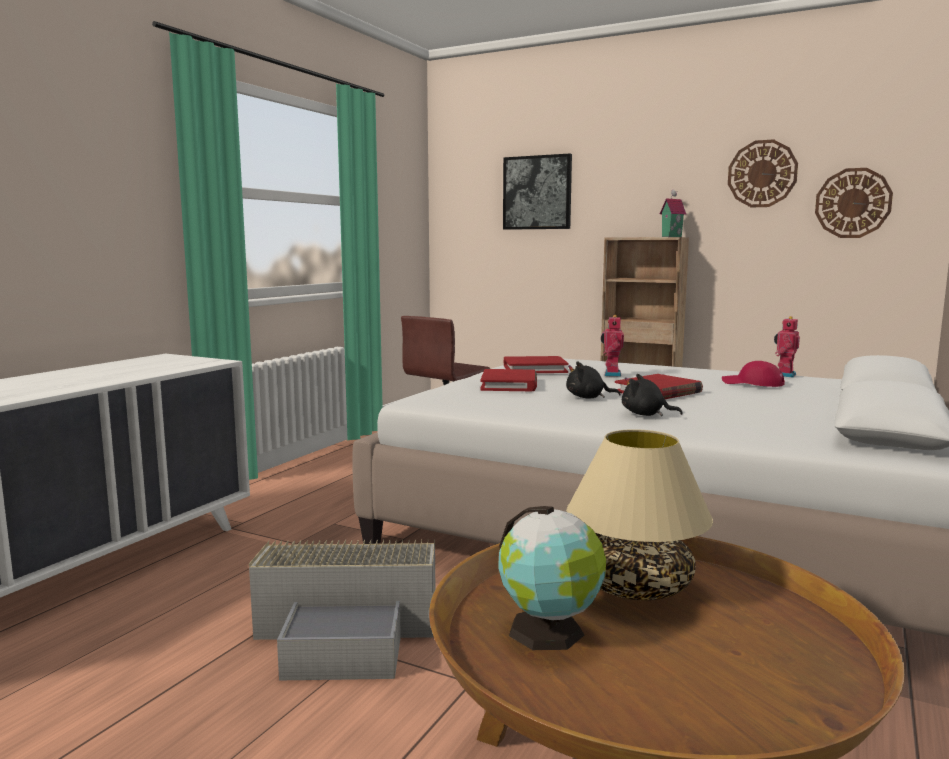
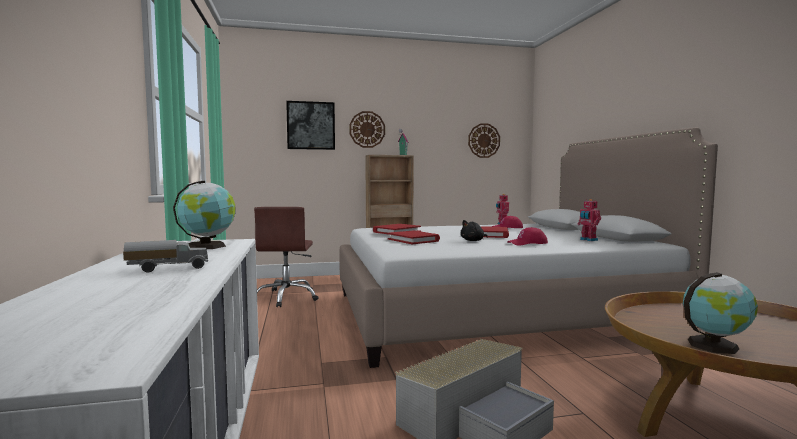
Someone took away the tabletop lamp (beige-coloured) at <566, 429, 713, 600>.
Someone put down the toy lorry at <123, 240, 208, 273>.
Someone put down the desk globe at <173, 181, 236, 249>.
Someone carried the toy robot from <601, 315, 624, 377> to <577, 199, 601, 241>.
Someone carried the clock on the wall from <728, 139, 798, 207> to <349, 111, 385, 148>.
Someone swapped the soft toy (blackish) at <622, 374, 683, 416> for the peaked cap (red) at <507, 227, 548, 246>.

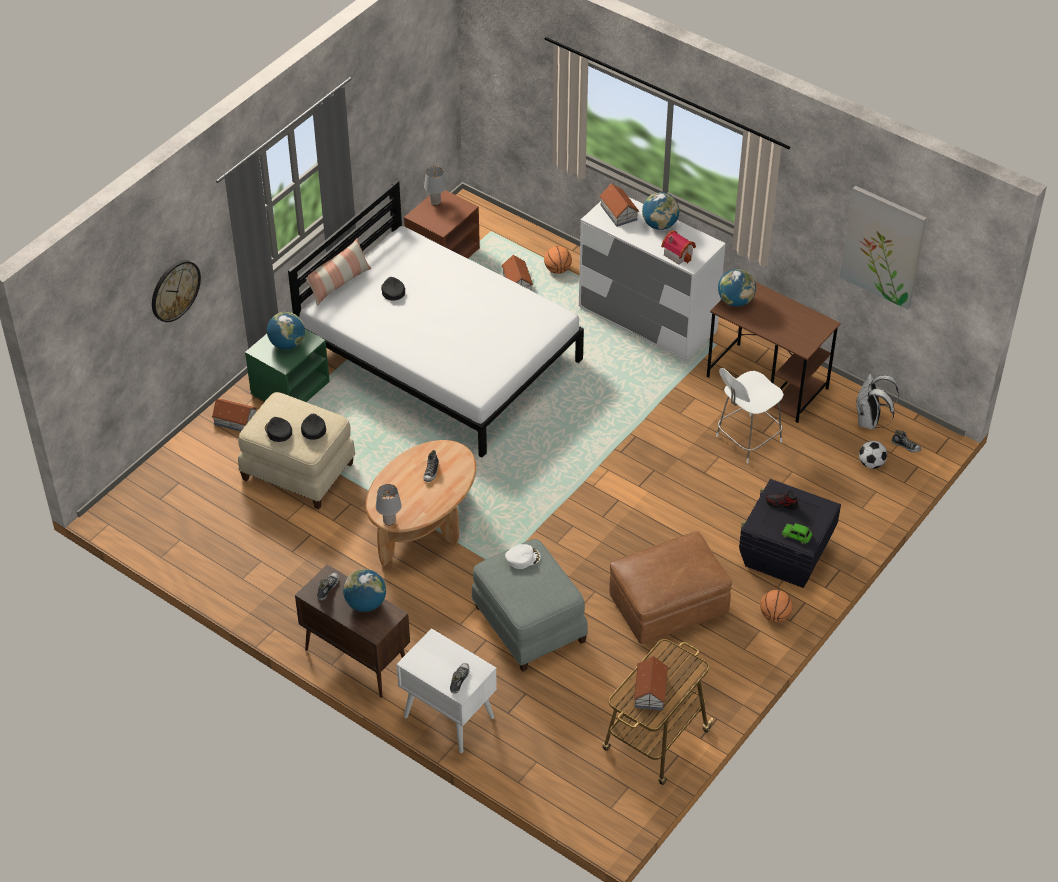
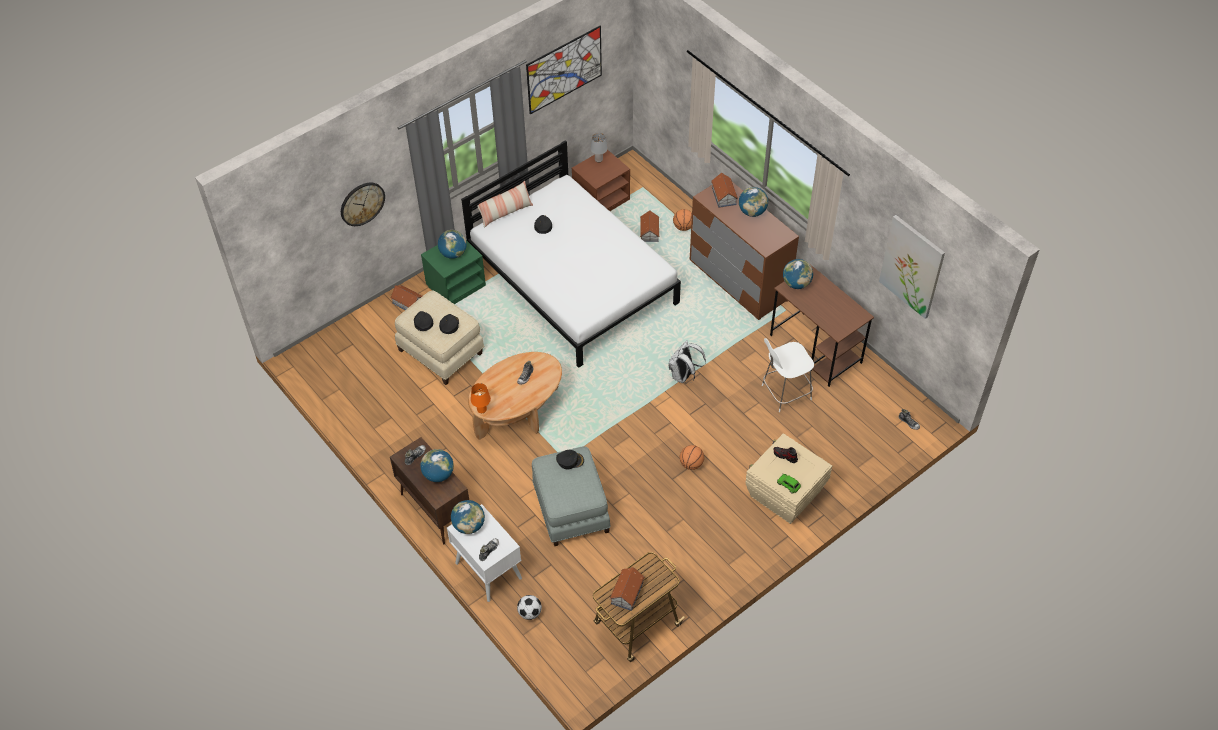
Someone took away the ottoman (brown-coloured) at <609, 531, 732, 644>.
Someone took away the toy house at <661, 230, 696, 264>.
Someone put down the desk globe at <451, 500, 485, 534>.
Someone put up the wall art at <526, 26, 602, 115>.
Someone carried the ball for basketball from <760, 590, 793, 622> to <680, 445, 704, 470>.
Someone carried the knapsack (whitish) from <856, 374, 899, 430> to <668, 340, 706, 383>.
Someone carried the football ball from <859, 441, 887, 469> to <517, 595, 542, 620>.
Someone repainted the tabletop lamp (grey) at <376, 484, 402, 525>, which became the tabletop lamp (orange-coloured) at <471, 383, 491, 413>.
Someone repainted the peaked cap (whitish) at <505, 544, 541, 569>, which became the peaked cap (blackish) at <556, 450, 584, 470>.
Someone repainted the chest of drawers (whitish) at <579, 197, 726, 362>, which became the chest of drawers (brown-coloured) at <690, 182, 799, 320>.
Someone repainted the storage box (blackish) at <739, 479, 841, 588>, which became the storage box (beige-coloured) at <745, 433, 832, 524>.

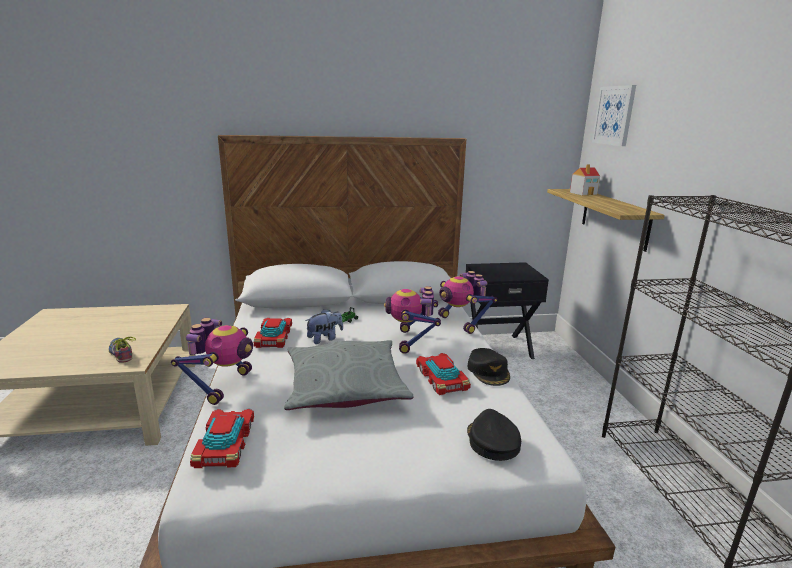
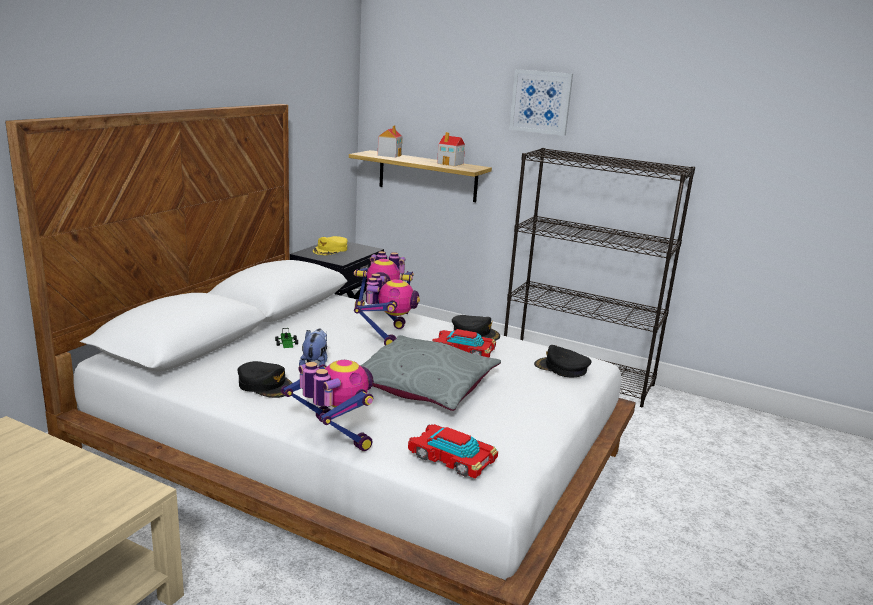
Someone took away the item of footwear at <109, 337, 136, 363>.
Someone put down the peaked cap (yellow-coloured) at <313, 236, 347, 255>.
Someone put down the toy house at <437, 132, 465, 166>.
Someone carried the wall art from <592, 85, 636, 146> to <509, 69, 573, 136>.
Someone swapped the toy car at <254, 318, 292, 348> for the peaked cap (blackish) at <238, 361, 292, 398>.
Someone rotated the toy robot at <384, 286, 441, 354> by 120 degrees counterclockwise.

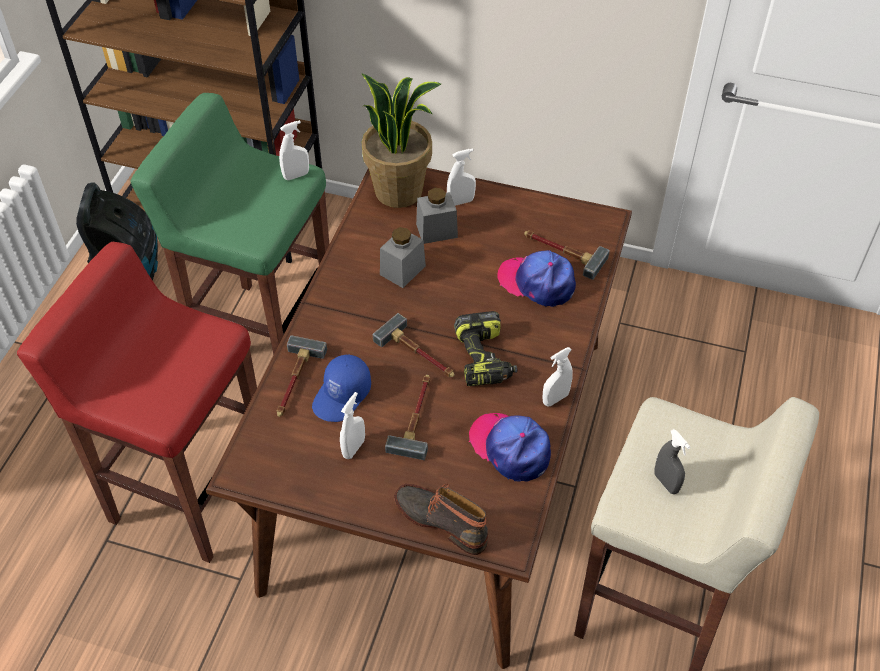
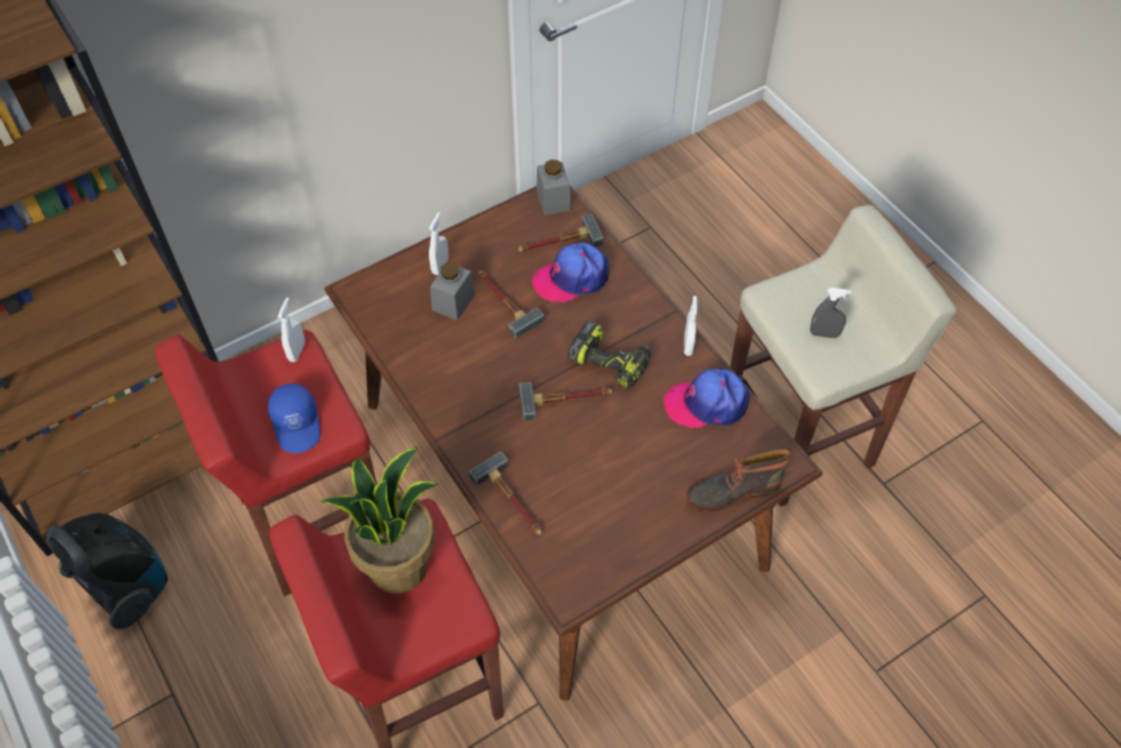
Someone took away the hand sprayer (whitish) at <340, 392, 365, 459>.
Someone carried the peaked cap (blue-coloured) from <312, 354, 371, 422> to <268, 383, 320, 453>.
Someone carried the potted plant from <362, 73, 441, 208> to <320, 447, 439, 594>.
Someone carried the jar (grey) from <380, 227, 426, 288> to <536, 159, 571, 215>.
Someone carried the hammer from <385, 375, 430, 460> to <479, 271, 544, 339>.
Someone repainted the sitting stool (green-coloured) at <131, 93, 329, 355>, which became the sitting stool (red) at <155, 330, 377, 596>.

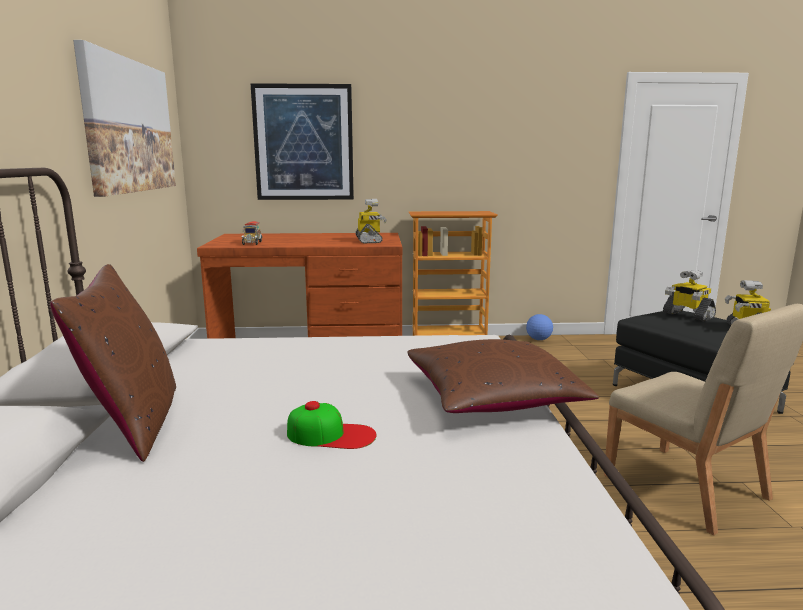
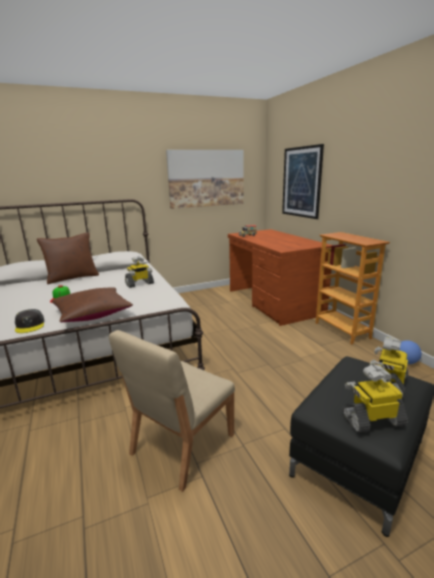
Someone put down the peaked cap (grey) at <15, 309, 44, 333>.
Someone carried the toy robot from <356, 199, 387, 243> to <125, 256, 154, 288>.

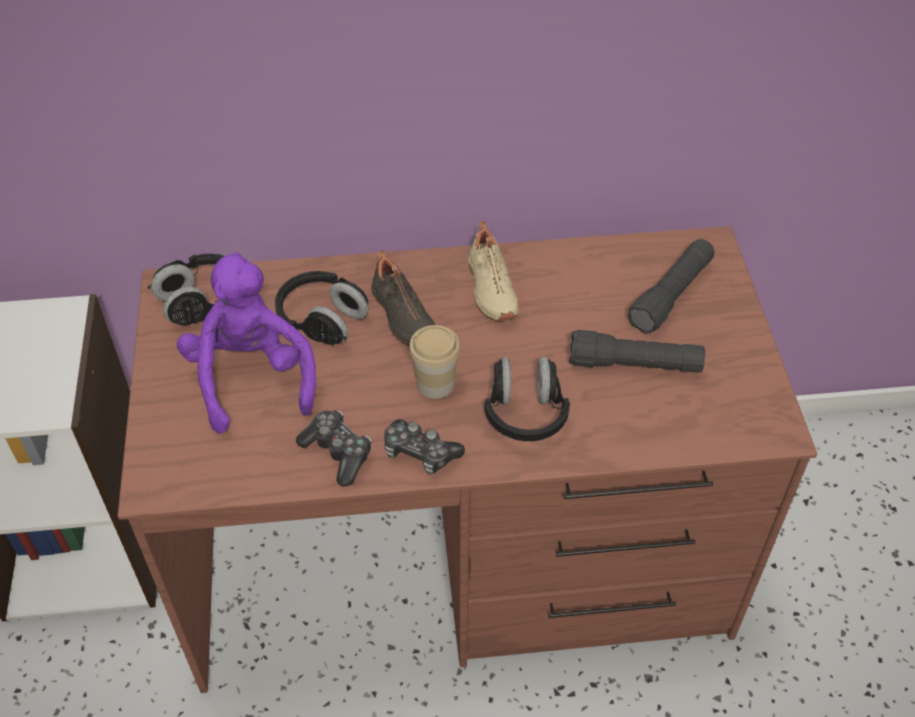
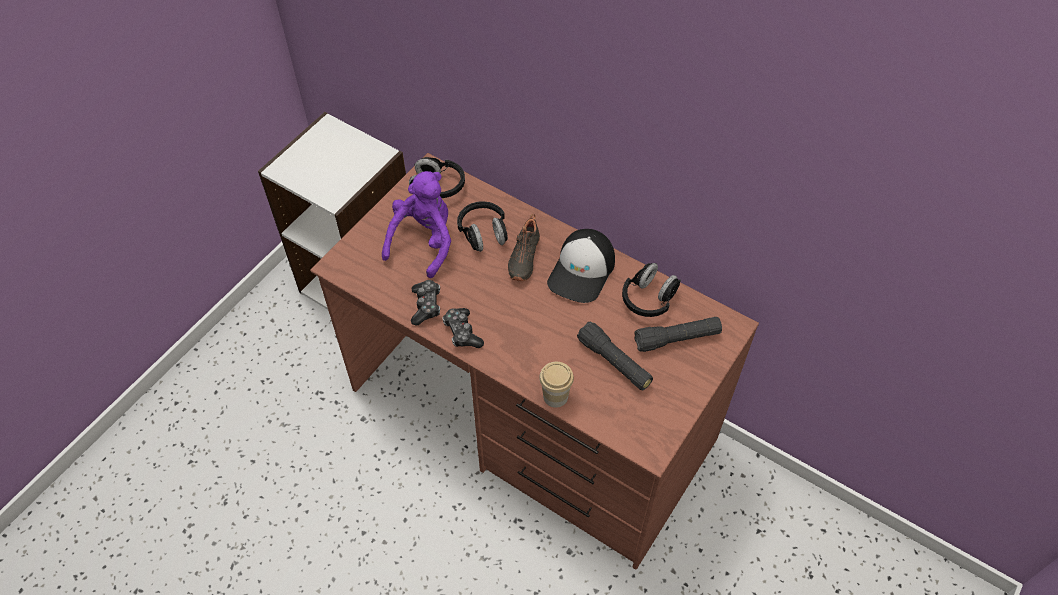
Someone carried the cup from <409, 325, 461, 399> to <539, 362, 574, 408>.
Someone carried the pair of headphones (blackish) from <484, 357, 570, 441> to <622, 263, 681, 317>.
Someone swapped the item of footwear (beige-coloured) at <468, 221, 518, 321> for the peaked cap at <547, 229, 615, 303>.

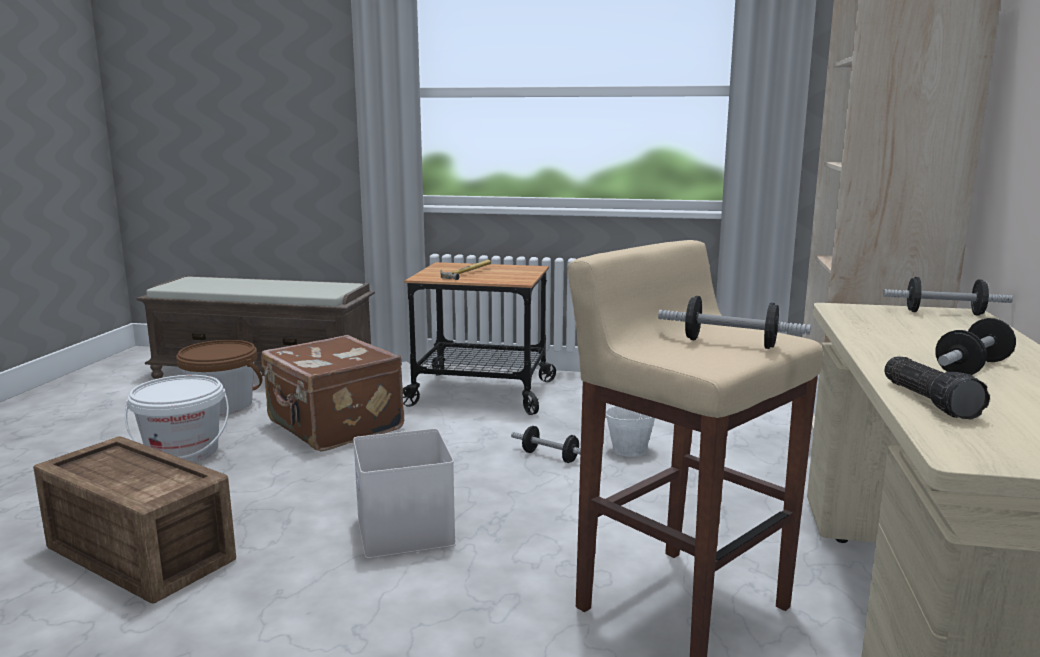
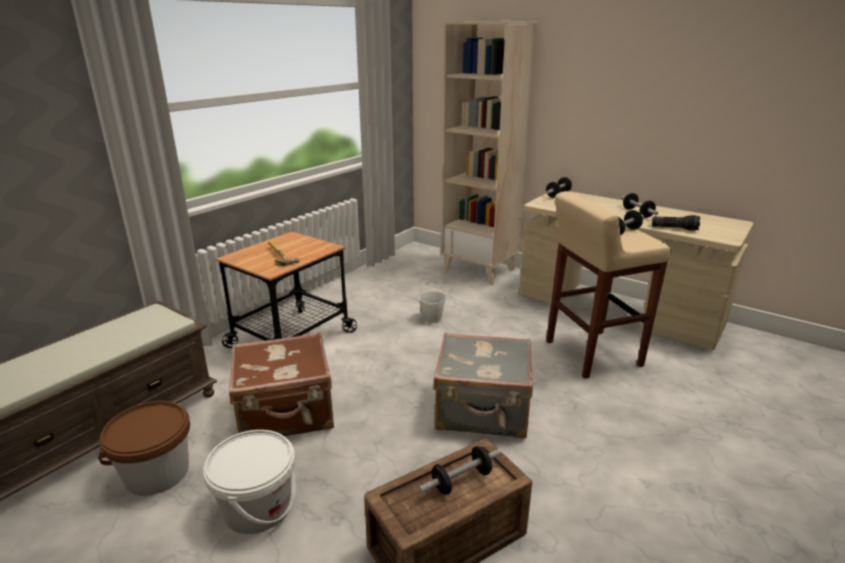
Someone carried the free weight from <511, 426, 581, 463> to <419, 446, 502, 495>.
Someone swapped the storage box (whitish) at <353, 428, 456, 559> for the suitcase (grey) at <433, 333, 533, 439>.

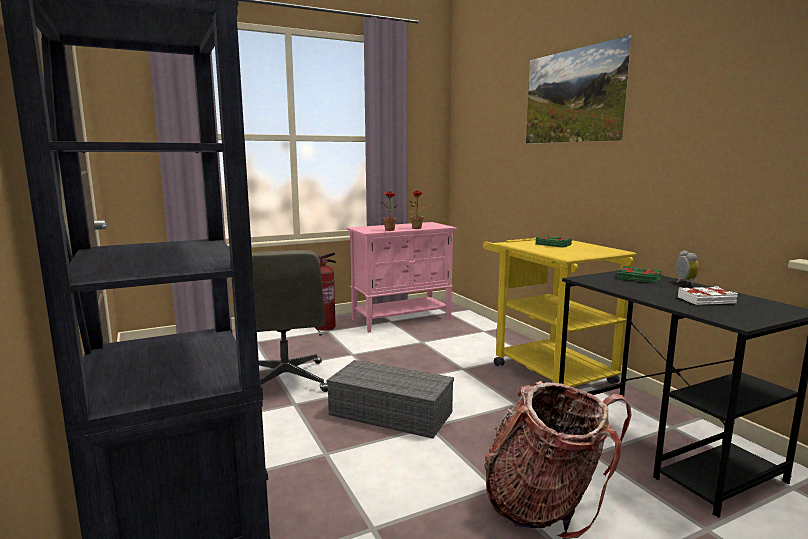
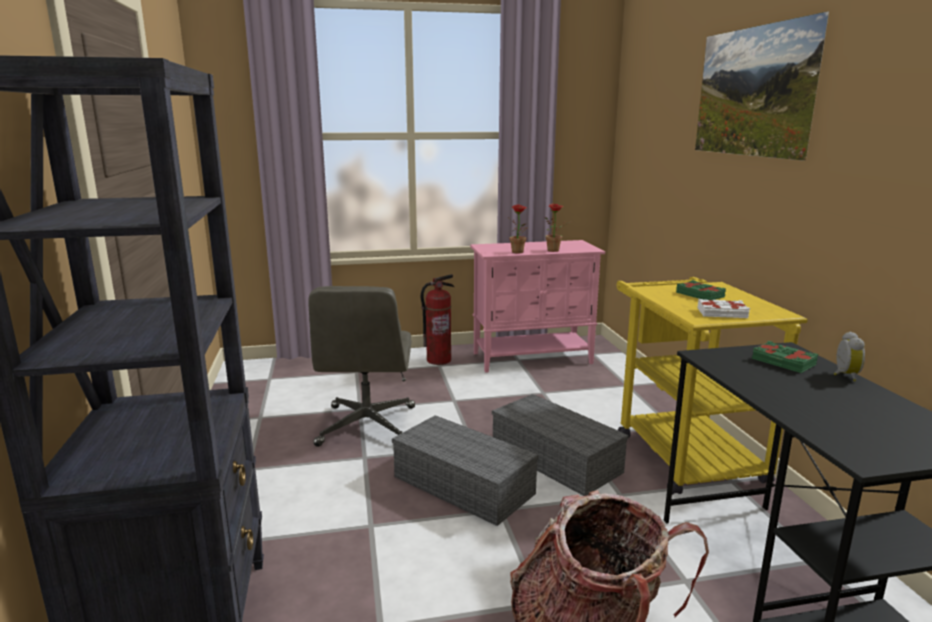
Someone put down the storage box (grey) at <492, 394, 628, 496>.
Someone carried the book (whitish) from <678, 286, 738, 305> to <697, 299, 750, 318>.

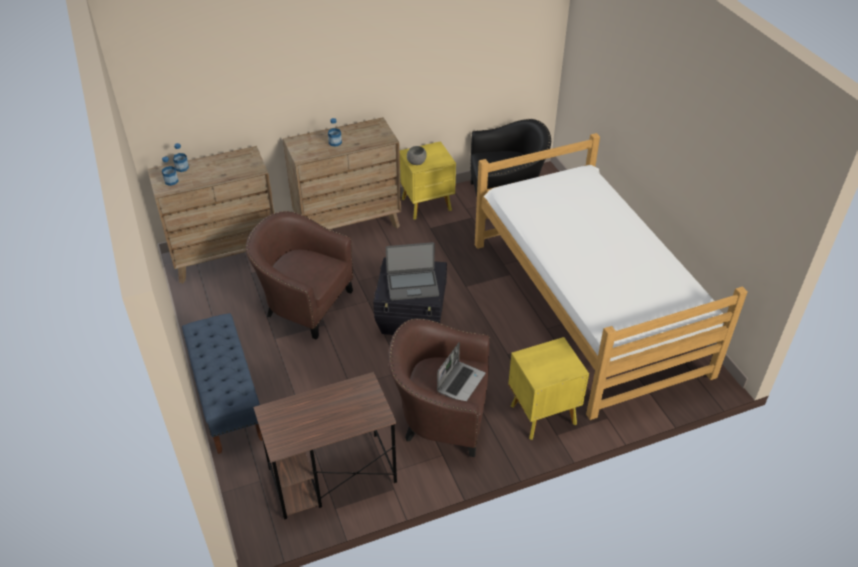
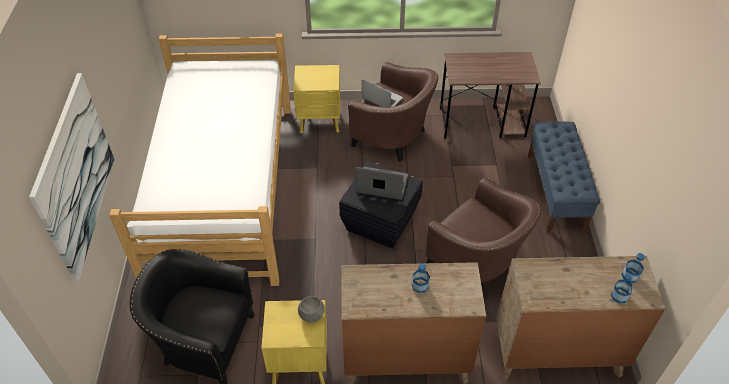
Someone put up the wall art at <29, 73, 115, 281>.
Someone rotated the notebook computer at <437, 342, 486, 401> by 75 degrees clockwise.

